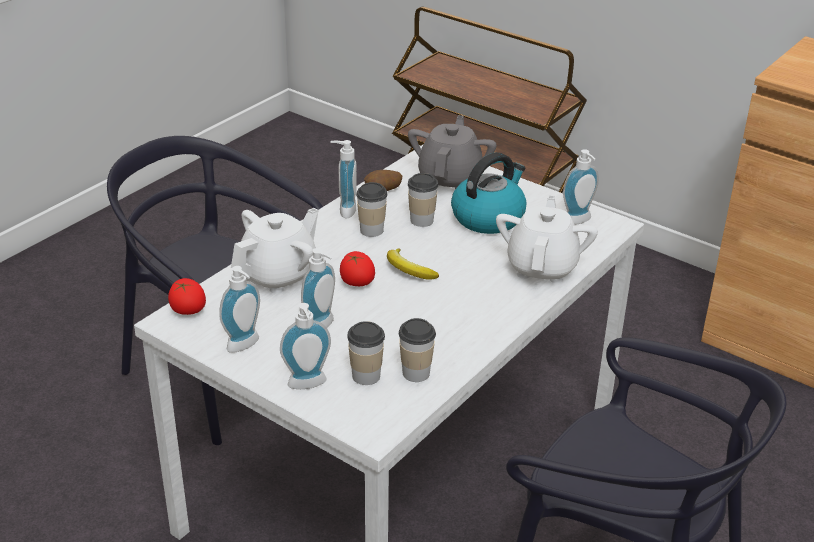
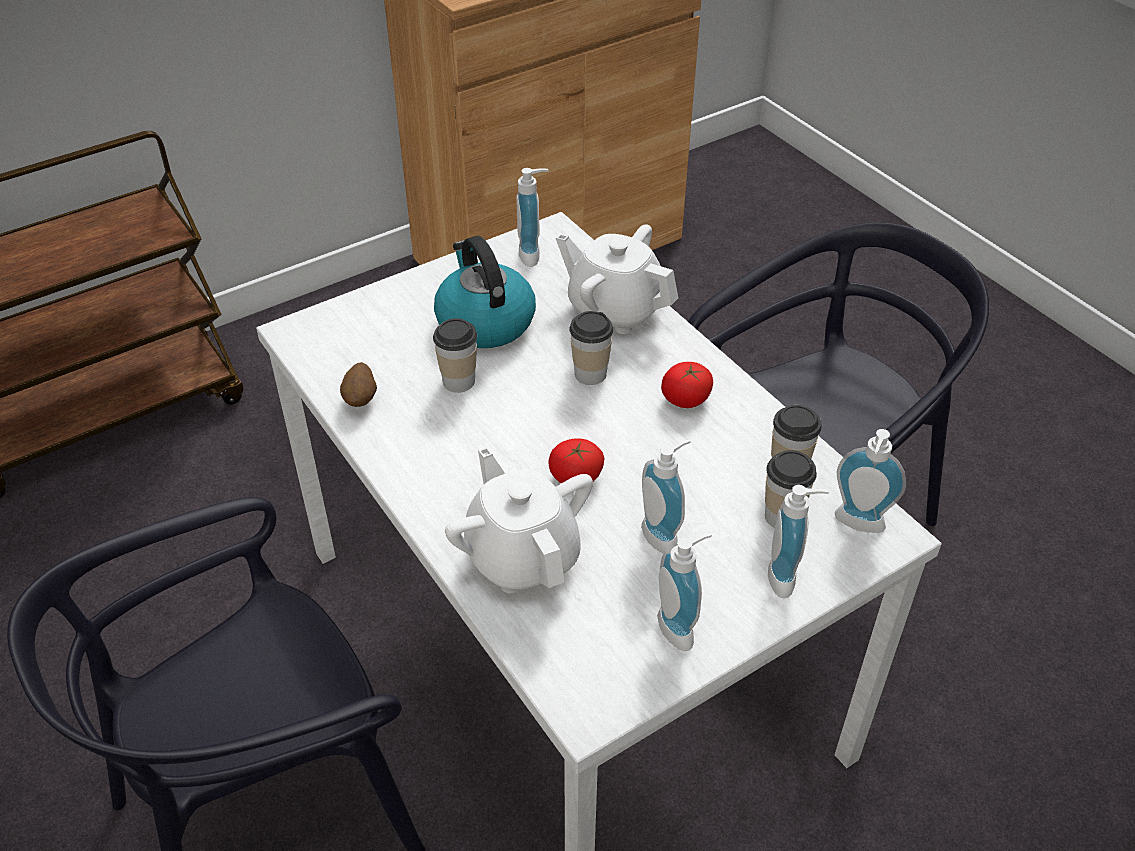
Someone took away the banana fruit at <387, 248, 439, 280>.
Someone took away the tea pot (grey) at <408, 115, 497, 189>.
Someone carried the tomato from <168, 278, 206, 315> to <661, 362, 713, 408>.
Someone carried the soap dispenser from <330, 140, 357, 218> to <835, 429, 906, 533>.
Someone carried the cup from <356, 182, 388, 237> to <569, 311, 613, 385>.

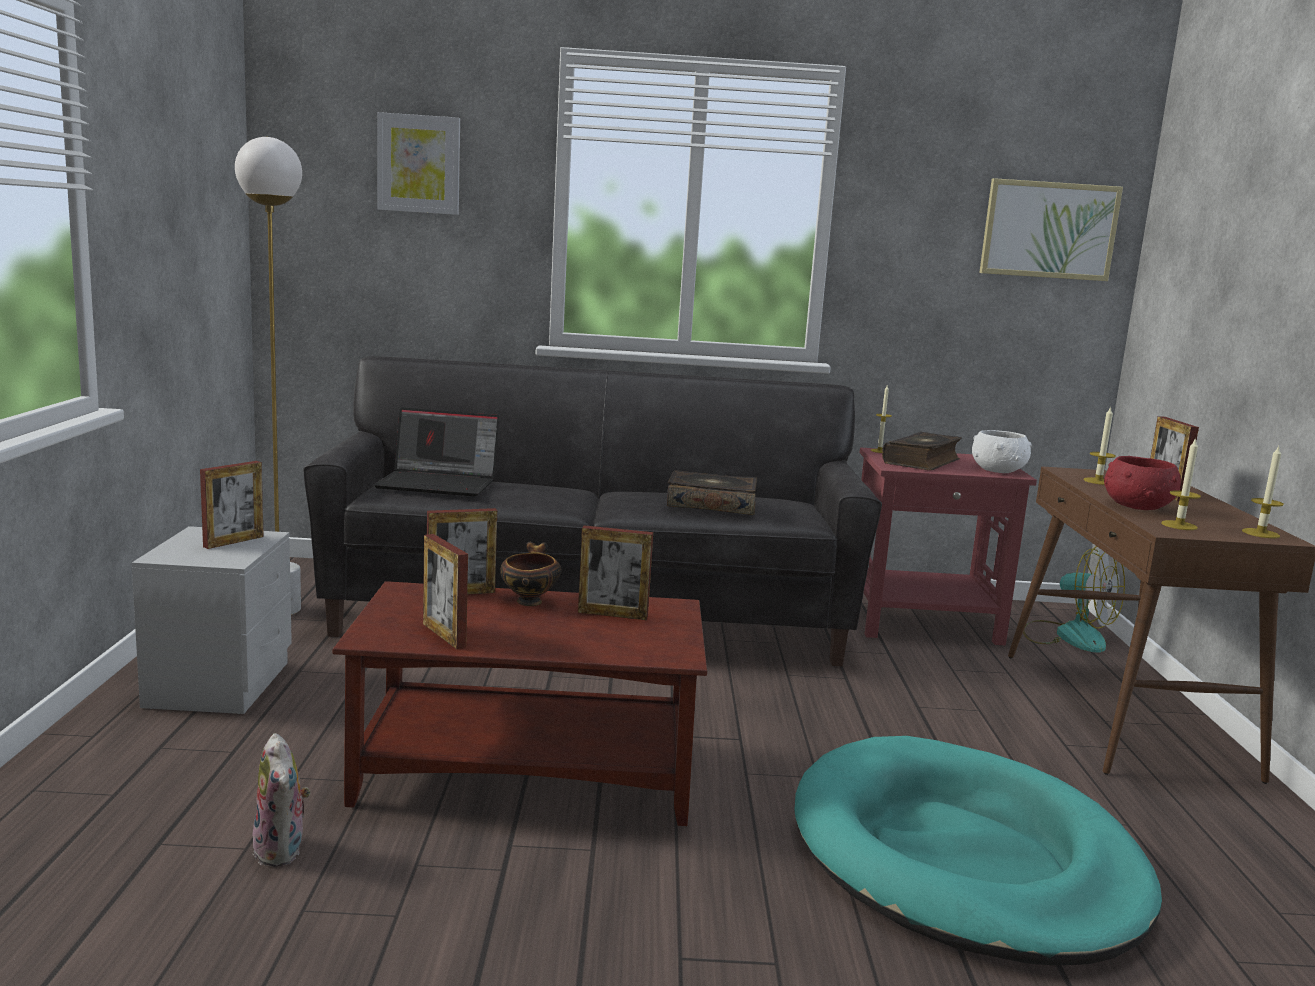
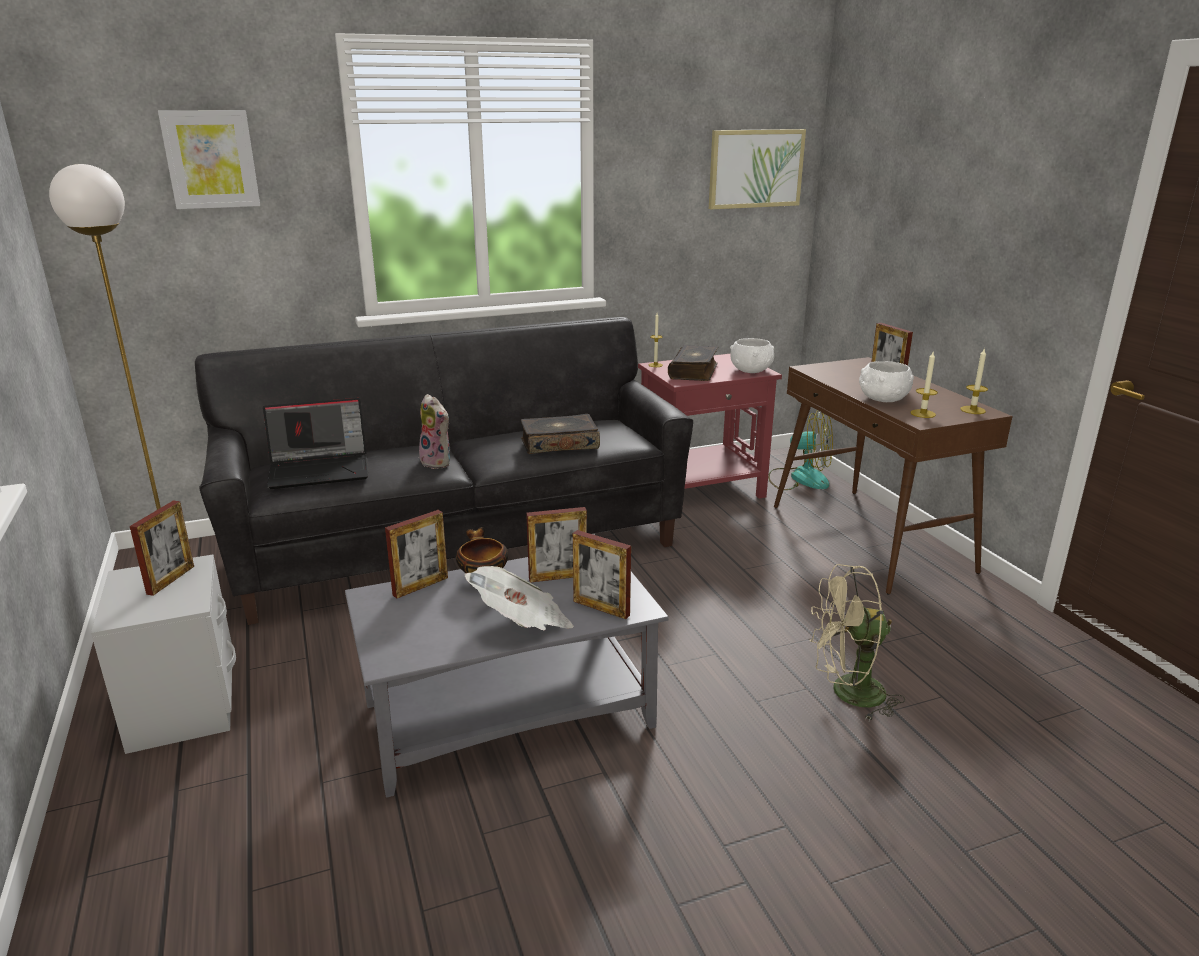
Someone took away the candle at <1083, 406, 1116, 485>.
Someone put down the printed paper at <465, 566, 574, 630>.
Someone carried the soft toy from <253, 733, 311, 867> to <418, 394, 450, 469>.
Someone carried the photo frame from <423, 534, 468, 649> to <573, 530, 631, 619>.
Someone swapped the dog bed (turquoise) at <794, 736, 1162, 966> for the fan (beige-coloured) at <810, 564, 905, 721>.
Someone repainted the coffee table (brown-coloured) at <332, 581, 707, 826>, which became the coffee table (grey) at <345, 557, 669, 798>.
Someone repainted the serving bowl (red) at <1104, 456, 1181, 510>, which became the serving bowl (whitish) at <859, 361, 914, 402>.

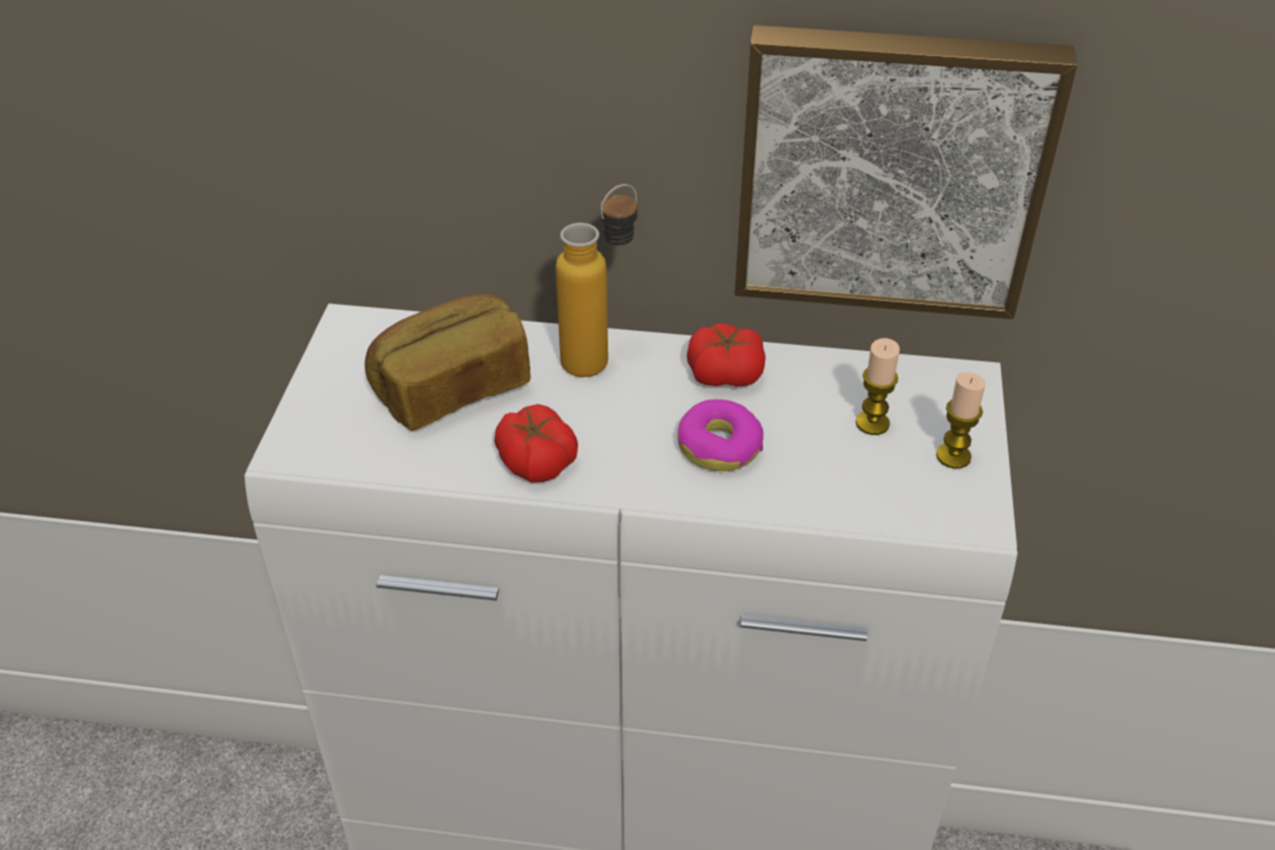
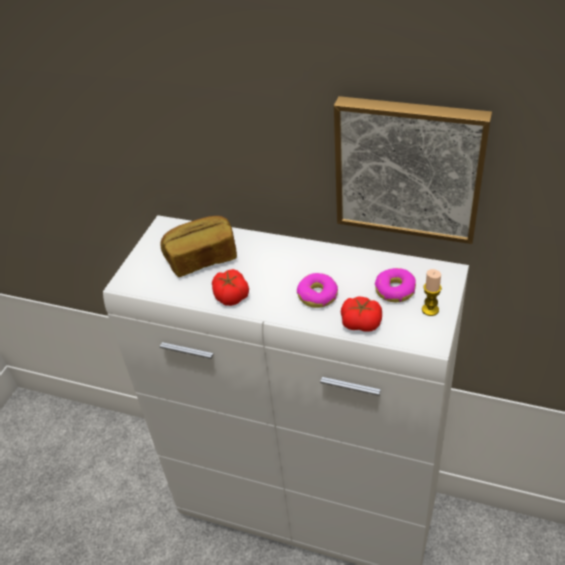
Someone took away the drink bottle at <556, 184, 637, 377>.
Someone carried the tomato from <687, 323, 766, 386> to <341, 296, 382, 332>.
Someone swapped the candle at <856, 338, 900, 435> for the ring doughnut at <375, 268, 416, 302>.

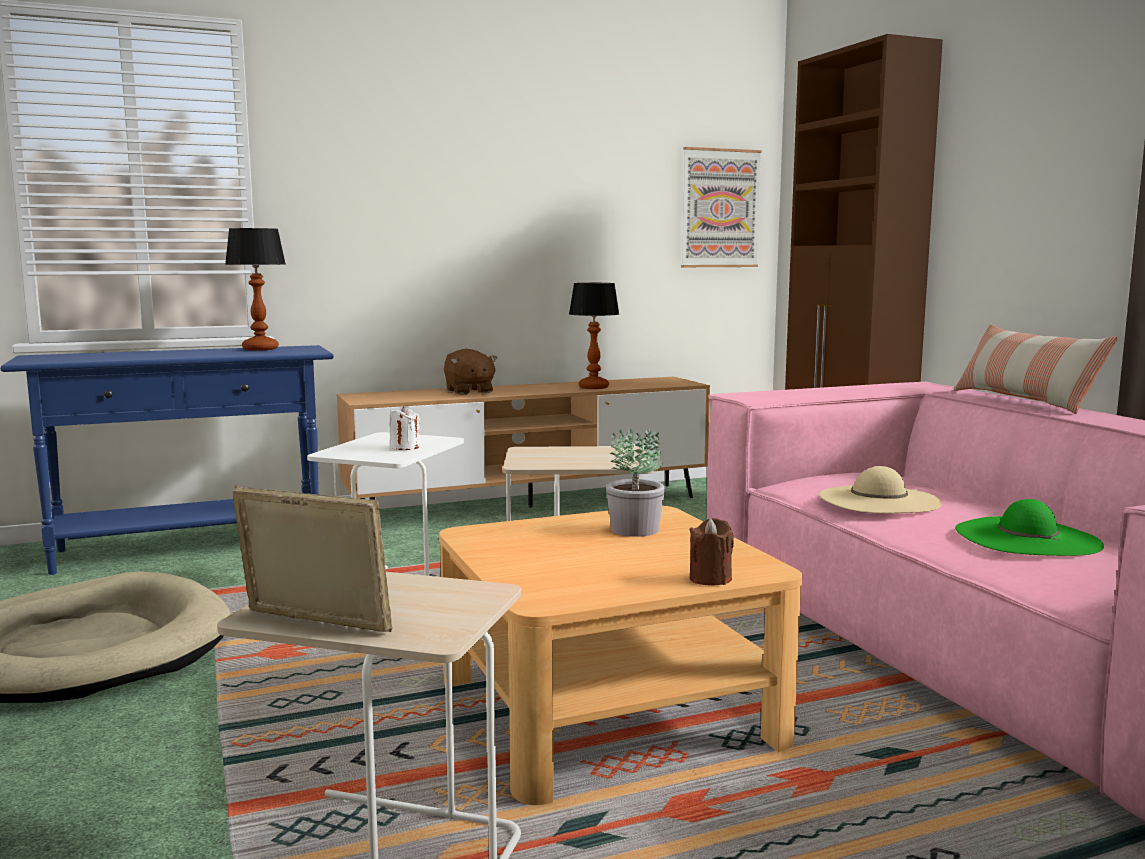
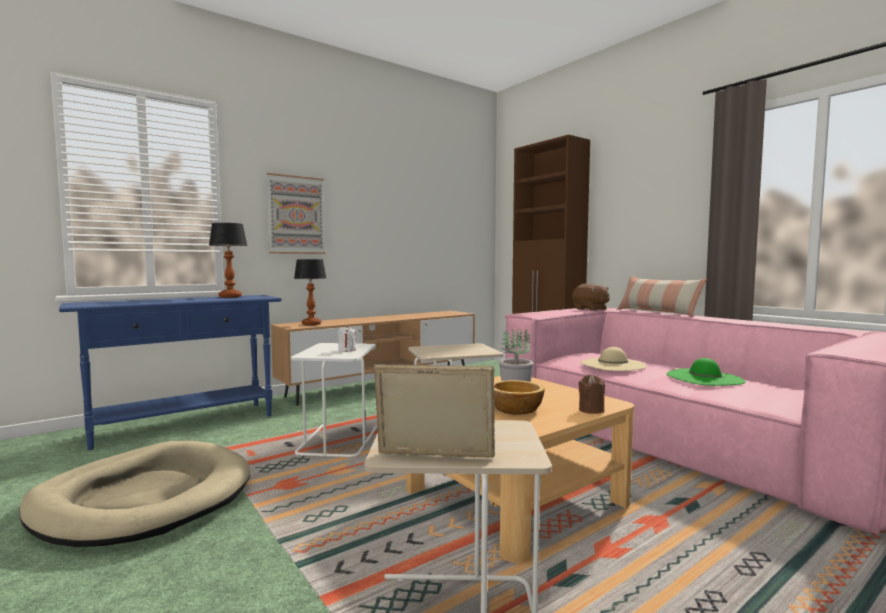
Someone put down the serving bowl at <494, 380, 545, 415>.
Someone carried the soft toy (brown-coloured) from <444, 349, 497, 395> to <572, 283, 610, 311>.
Someone carried the tabletop lamp from <569, 283, 619, 389> to <294, 259, 326, 325>.
Someone carried the wall art from <681, 147, 762, 267> to <266, 173, 326, 254>.

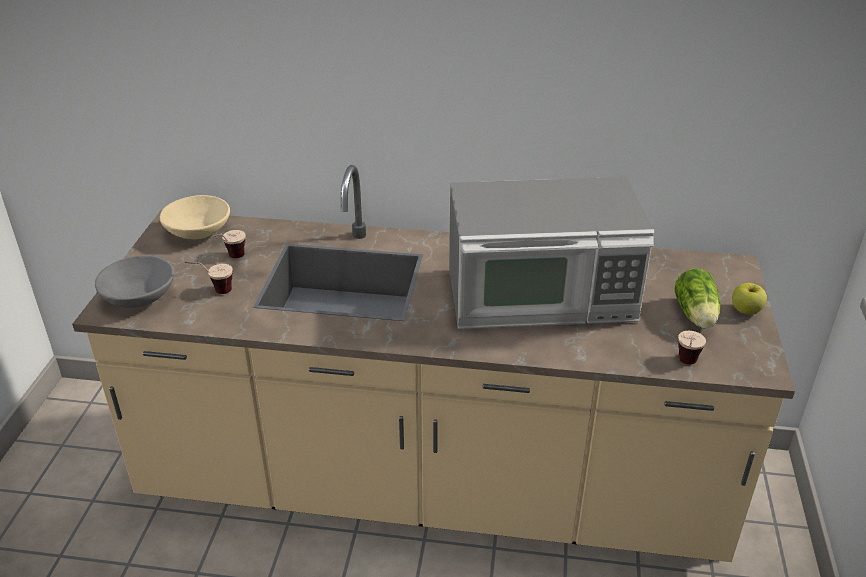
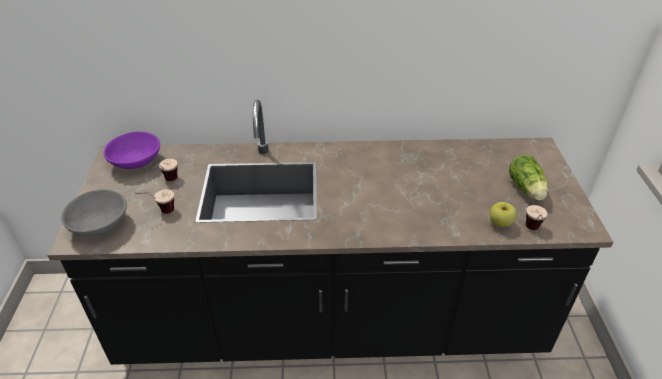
Someone took away the microwave oven at <449, 177, 654, 329>.
Someone carried the apple fruit from <732, 283, 767, 315> to <489, 202, 517, 227>.
Someone repainted the counter (beige-coloured) at <72, 165, 795, 562>, which became the counter (blackish) at <47, 100, 613, 365>.
Someone repainted the serving bowl (beige-coloured) at <160, 195, 230, 239>, which became the serving bowl (purple) at <104, 131, 160, 169>.

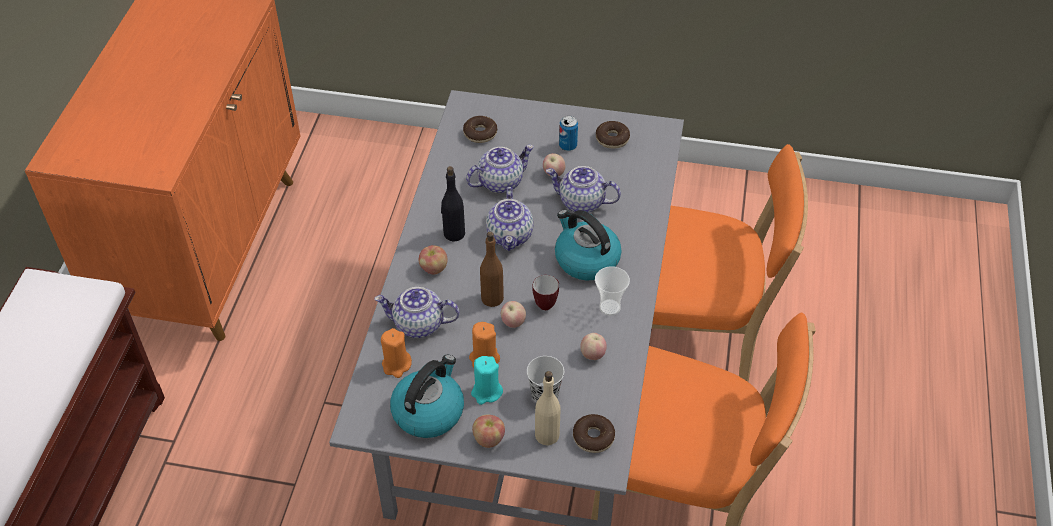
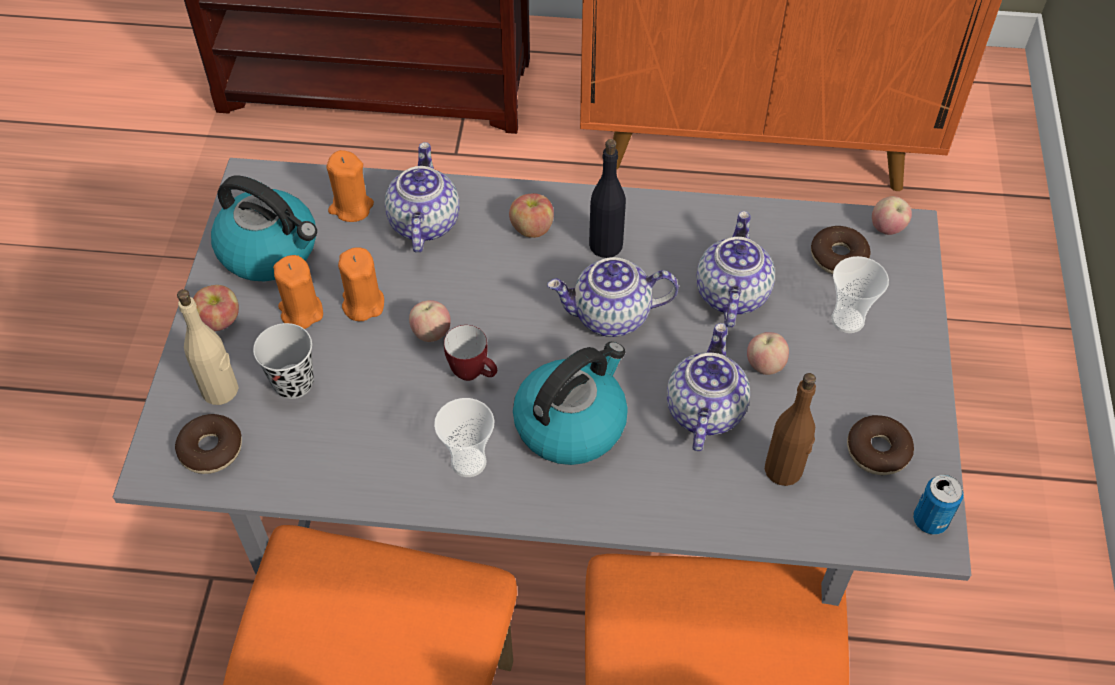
Someone put down the cup at <831, 256, 889, 333>.
Someone carried the drink bottle (brown-coloured) from <480, 232, 504, 307> to <765, 373, 816, 486>.
Someone carried the can from <559, 116, 578, 151> to <913, 475, 964, 535>.
Someone carried the apple fruit from <580, 333, 607, 360> to <872, 196, 912, 235>.
Someone repainted the candle (turquoise) at <471, 356, 503, 405>, which became the candle (orange-coloured) at <273, 255, 323, 329>.
Someone rotated the tea pot at <466, 145, 534, 193> by 135 degrees counterclockwise.

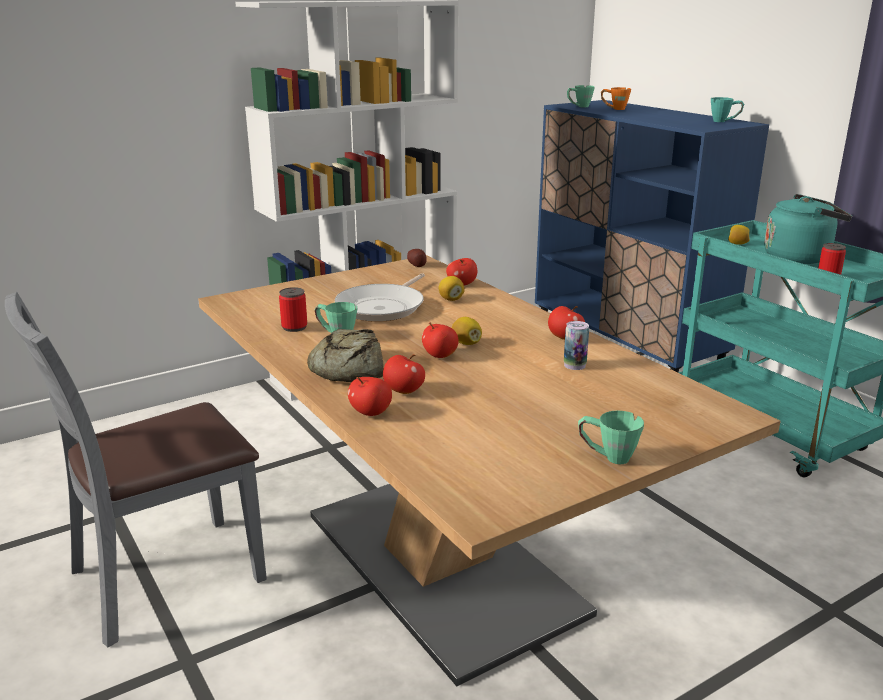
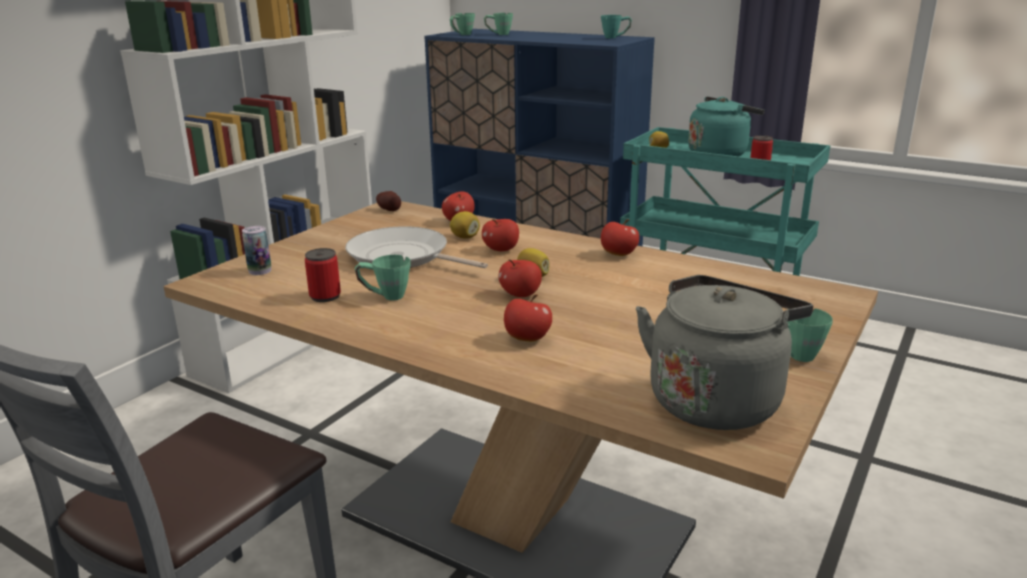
Someone took away the bread at <307, 329, 384, 382>.
Someone put down the water kettle (grey) at <635, 275, 813, 430>.
Someone carried the apple fruit from <348, 377, 392, 416> to <482, 219, 519, 251>.
Someone carried the can from <564, 321, 589, 370> to <242, 226, 271, 275>.
Someone repainted the mug (orange-coloured) at <601, 87, 631, 110>, which became the mug (green-coloured) at <484, 13, 513, 35>.
Someone rotated the frying pan at <335, 273, 425, 322> by 120 degrees clockwise.

